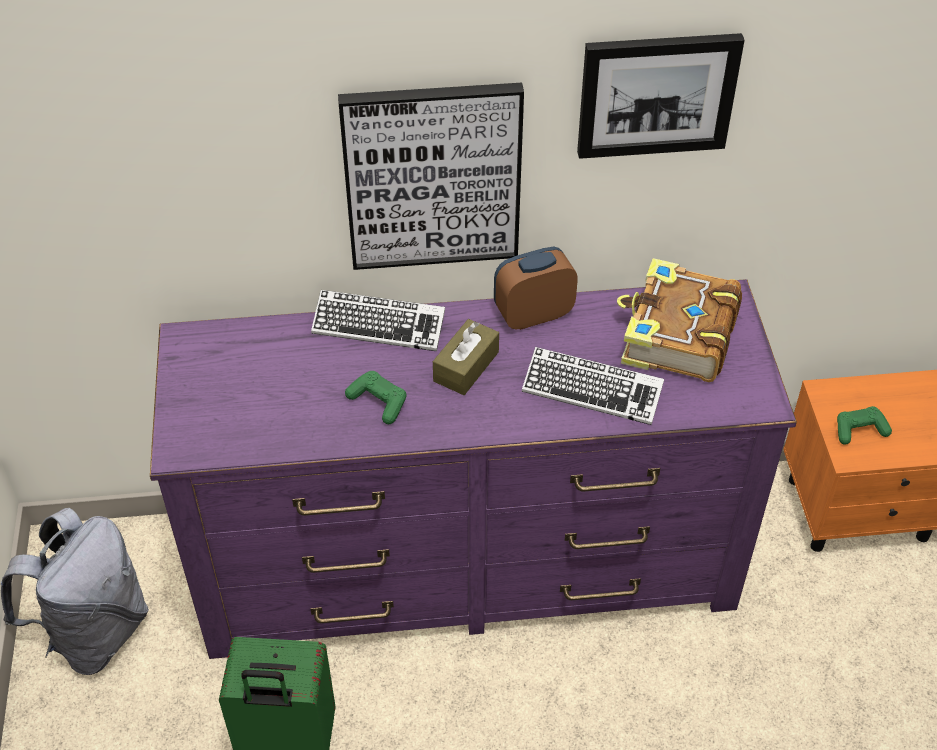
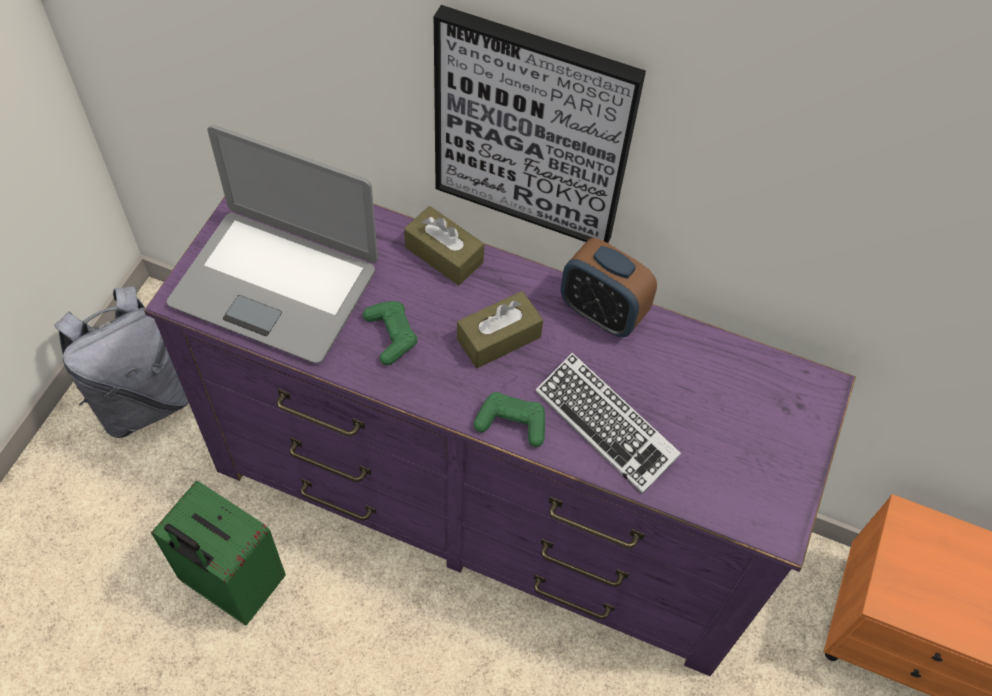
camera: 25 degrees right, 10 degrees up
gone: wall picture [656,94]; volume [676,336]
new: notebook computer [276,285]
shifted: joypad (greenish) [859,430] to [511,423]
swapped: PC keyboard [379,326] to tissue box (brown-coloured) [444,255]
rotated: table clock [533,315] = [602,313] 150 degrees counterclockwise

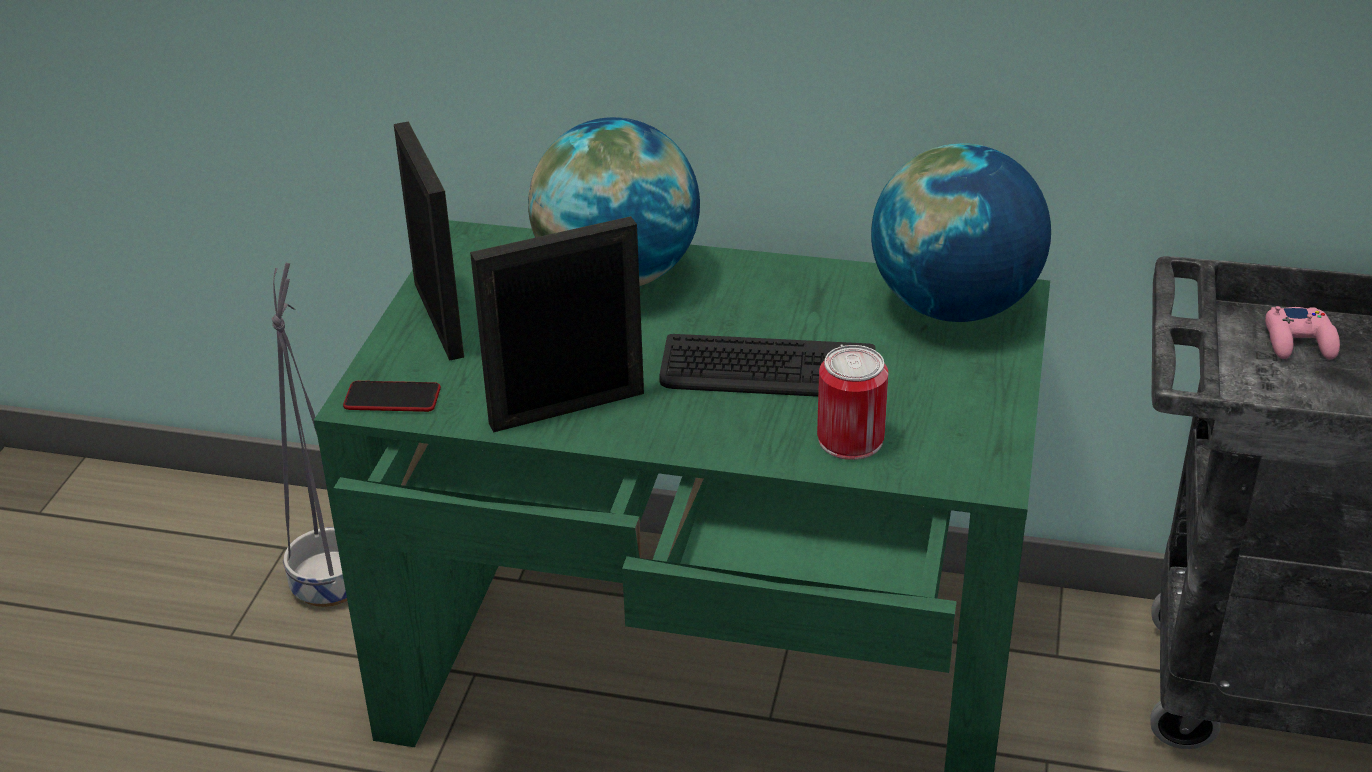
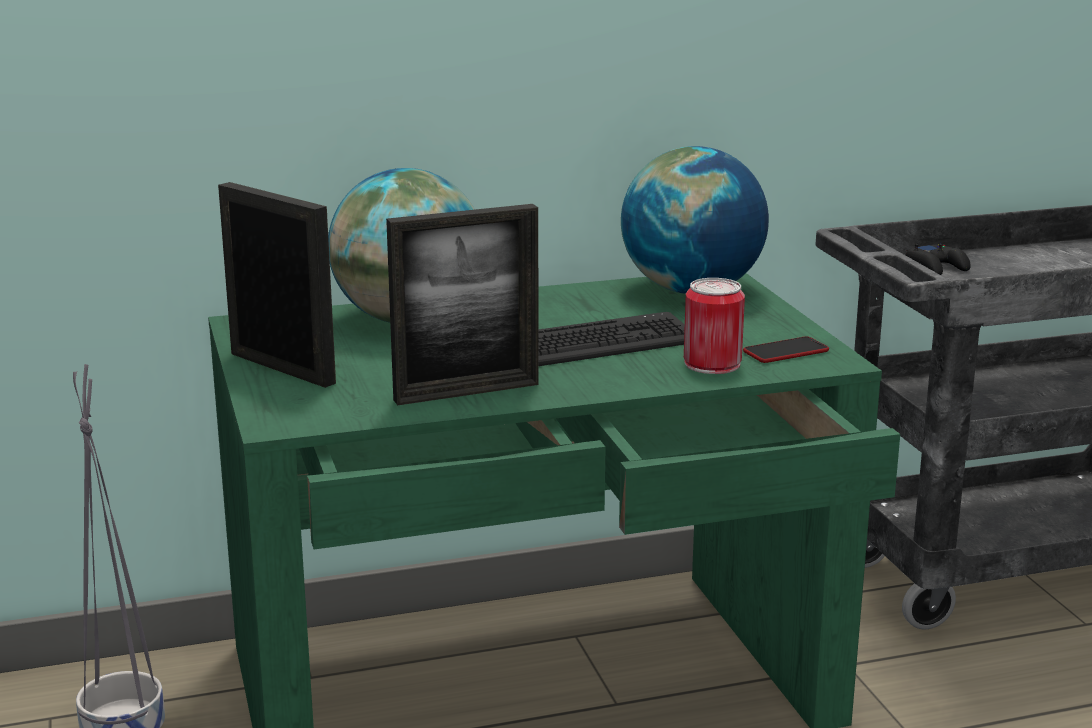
camera: 30 degrees left, 15 degrees down
shifted: telephone [392,398] to [785,352]
repainted: joypad (pink) [1299,342] to joypad (black) [937,267]
rotated: standing frame [567,408] = [466,392] 150 degrees counterclockwise

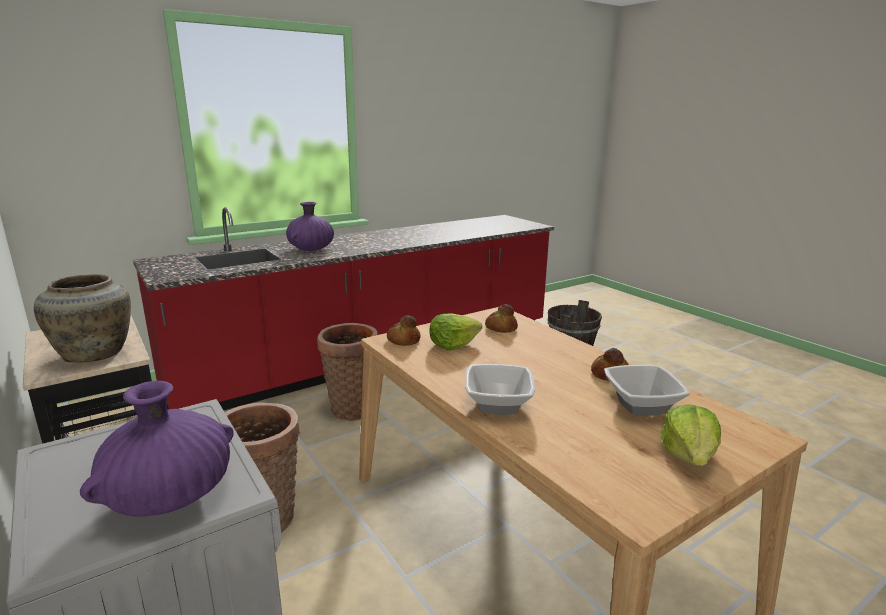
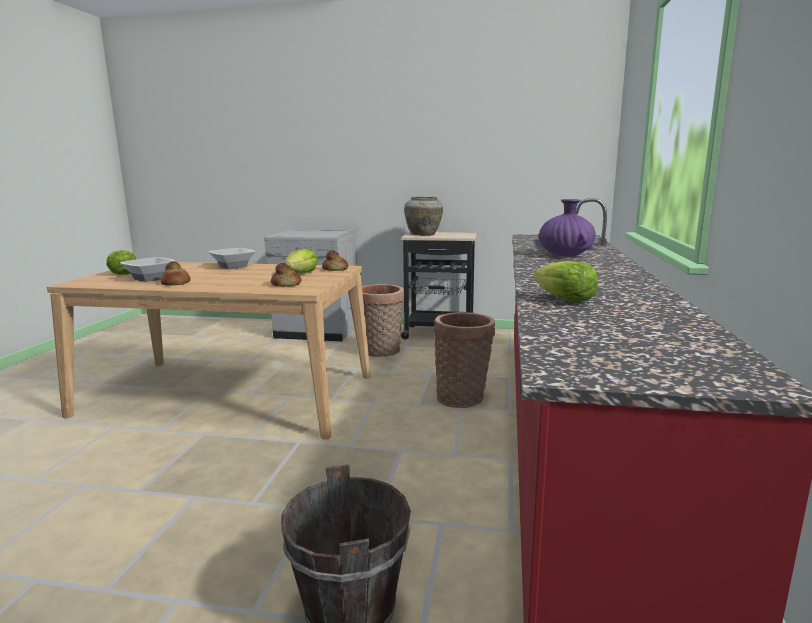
camera: 135 degrees right, 5 degrees down
gone: flower vase (purplish) [171,497]
new: lettuce head [564,299]

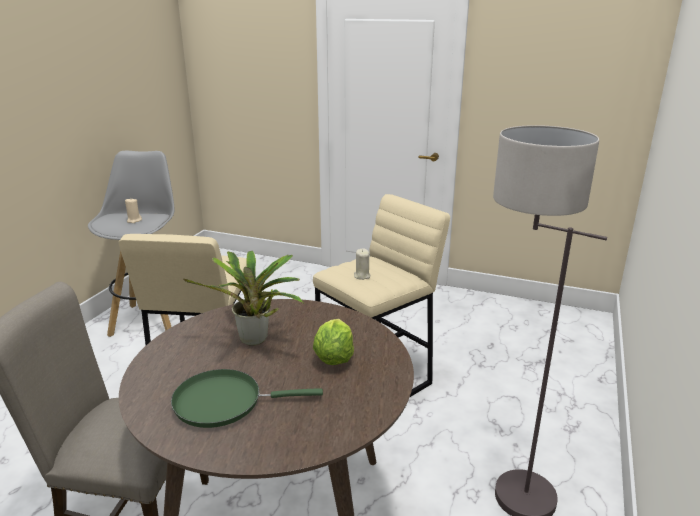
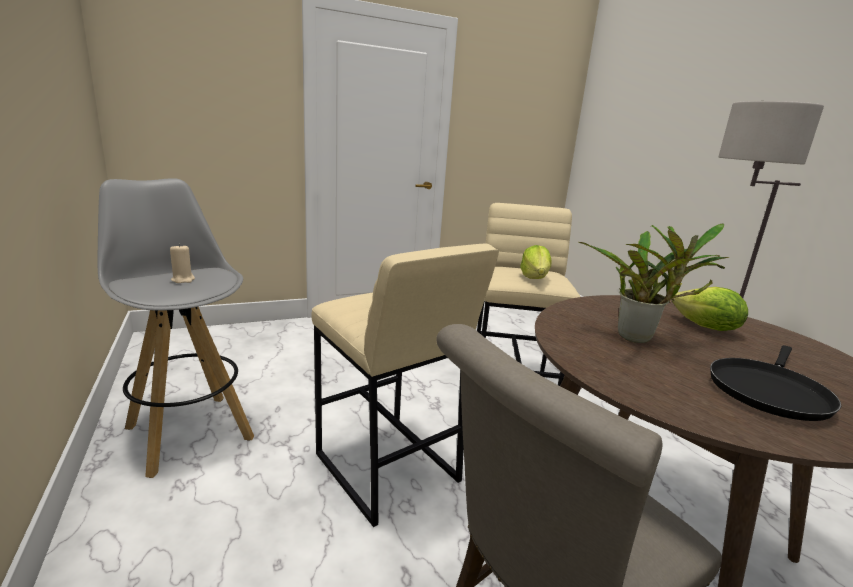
camera: 45 degrees left, 5 degrees down
swapped: candle (beige-coloured) [362,276] to lettuce head [534,277]
repainted: frying pan (greenish) [224,402] to frying pan (black) [768,391]

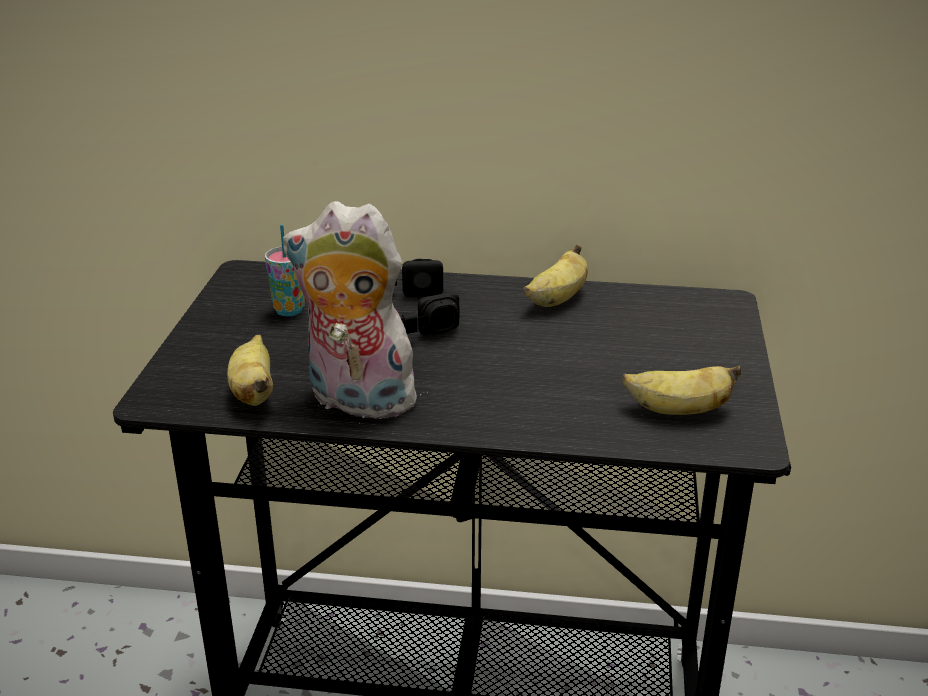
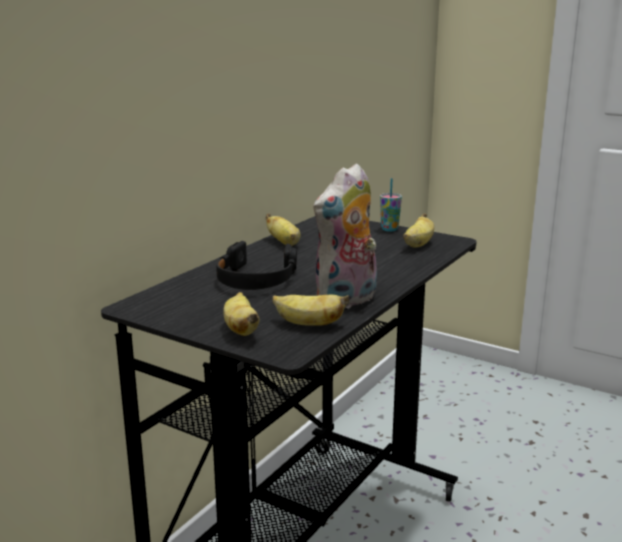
camera: 65 degrees left, 10 degrees down
new: whole banana [241,329]
shifted: drinking cup [289,310] to [389,229]

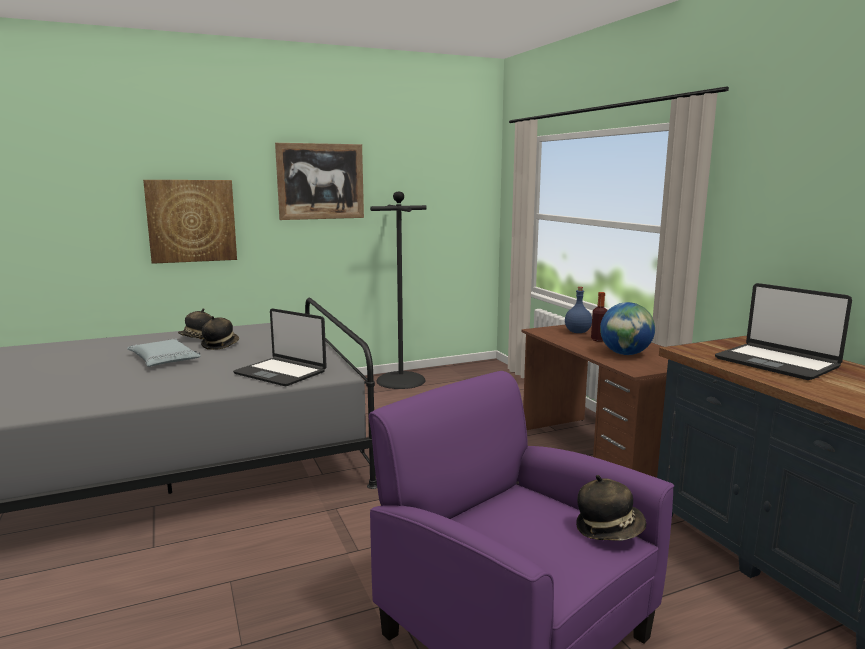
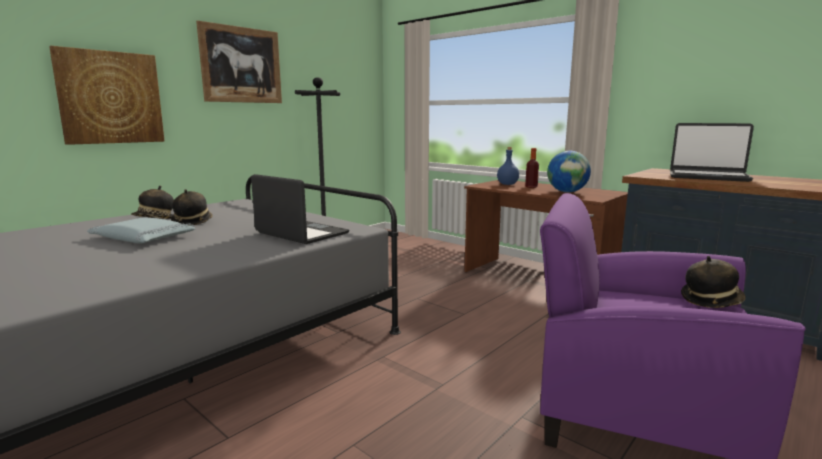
camera: 25 degrees left, 0 degrees up
rotated: notebook computer [281,373] = [301,234] 150 degrees counterclockwise

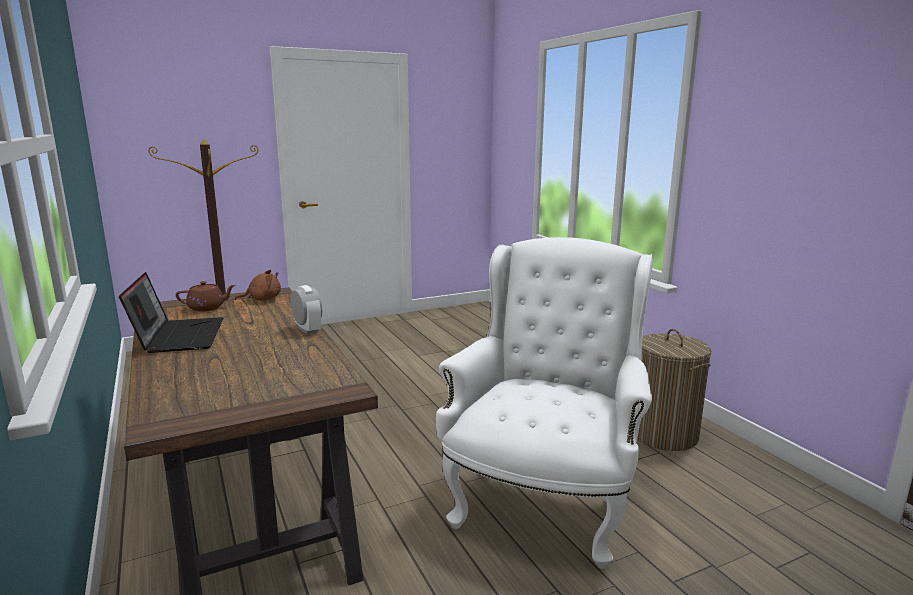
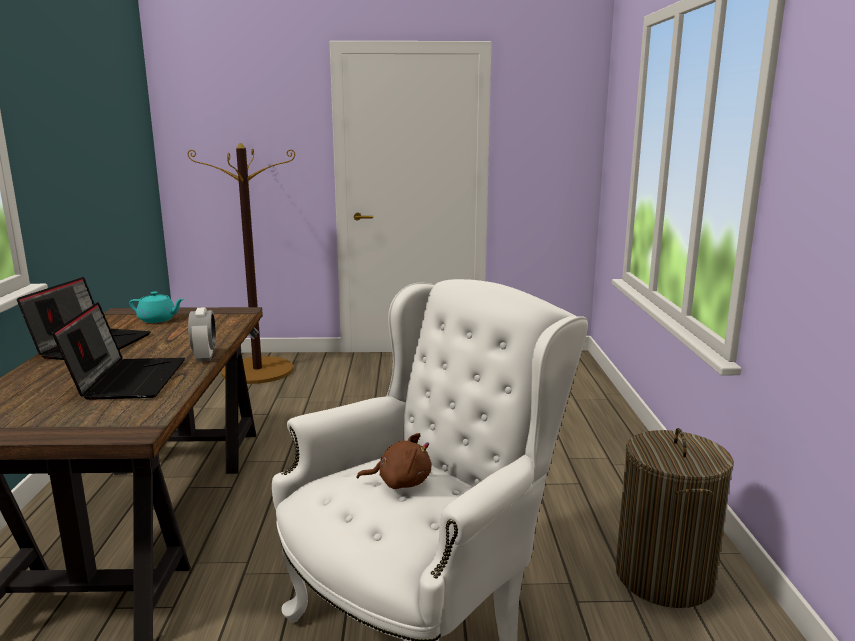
camera: 25 degrees right, 0 degrees up
new: notebook computer [128,379]
shifted: plush toy (brown-coloured) [262,299] to [400,482]
repainted: tea pot (brown-coloured) [207,308] to tea pot (blue-green) [158,319]

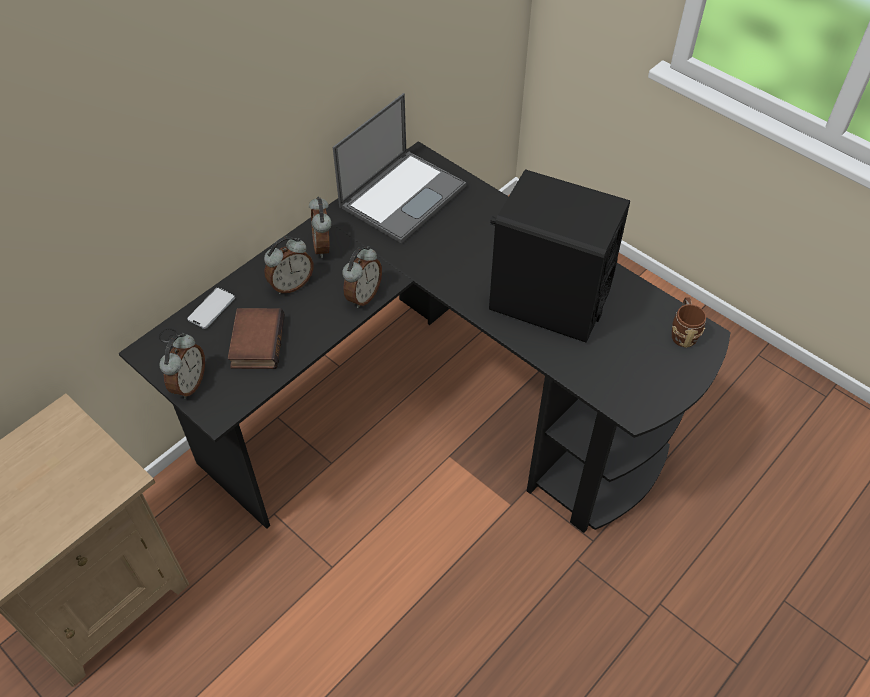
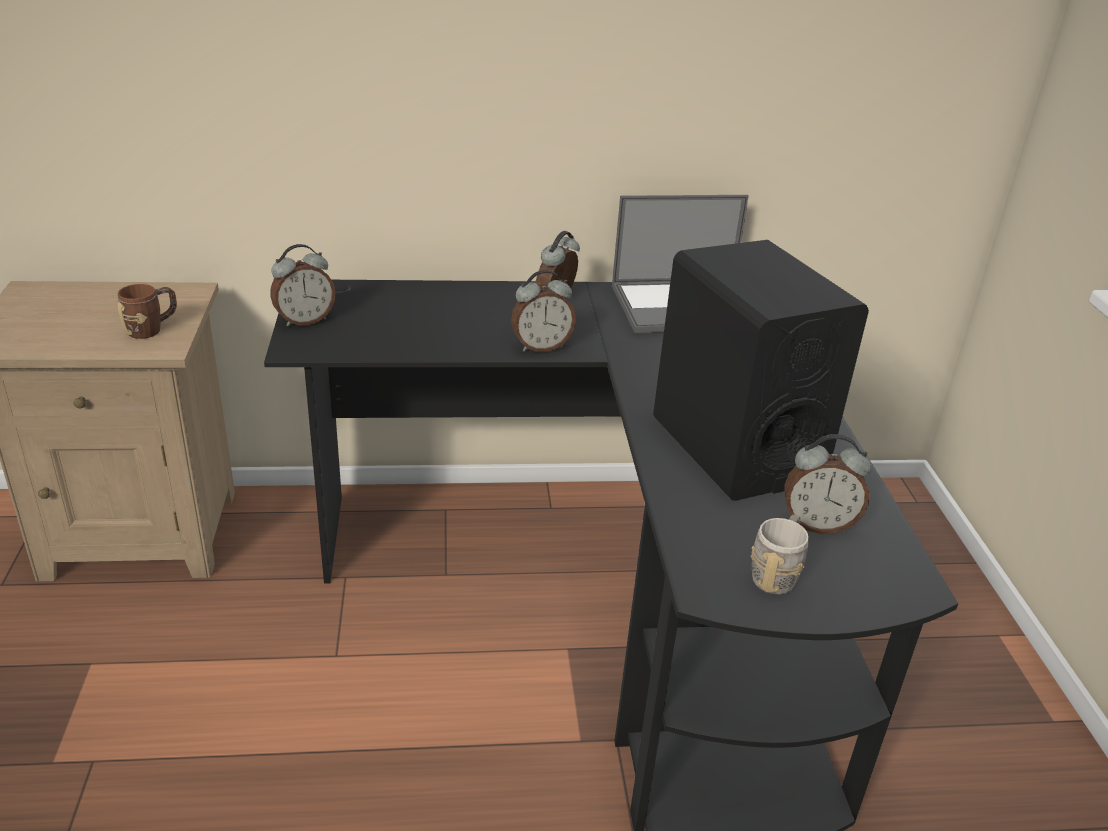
camera: 40 degrees right, 20 degrees down
gone: telephone [211,309]; volume [256,342]
new: coffee mug (gray) [776,574]
shifted: table clock [291,284] to [817,524]; coffee mug (brown-coloured) [683,332] to [151,329]

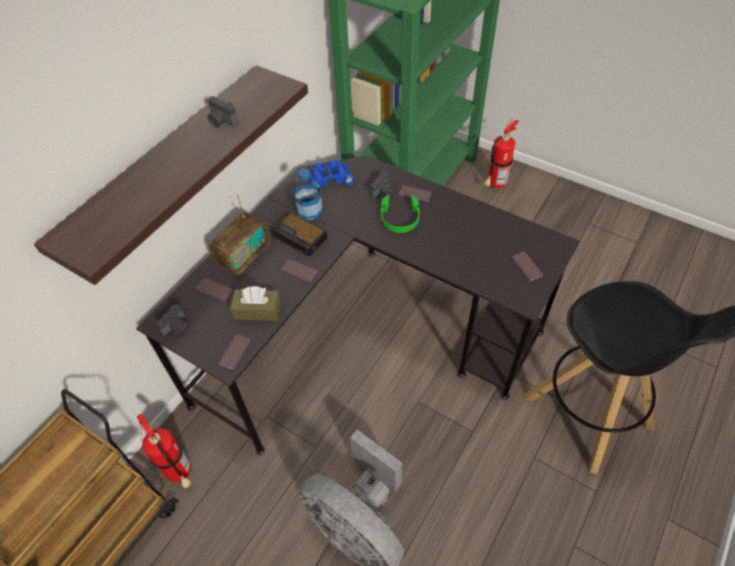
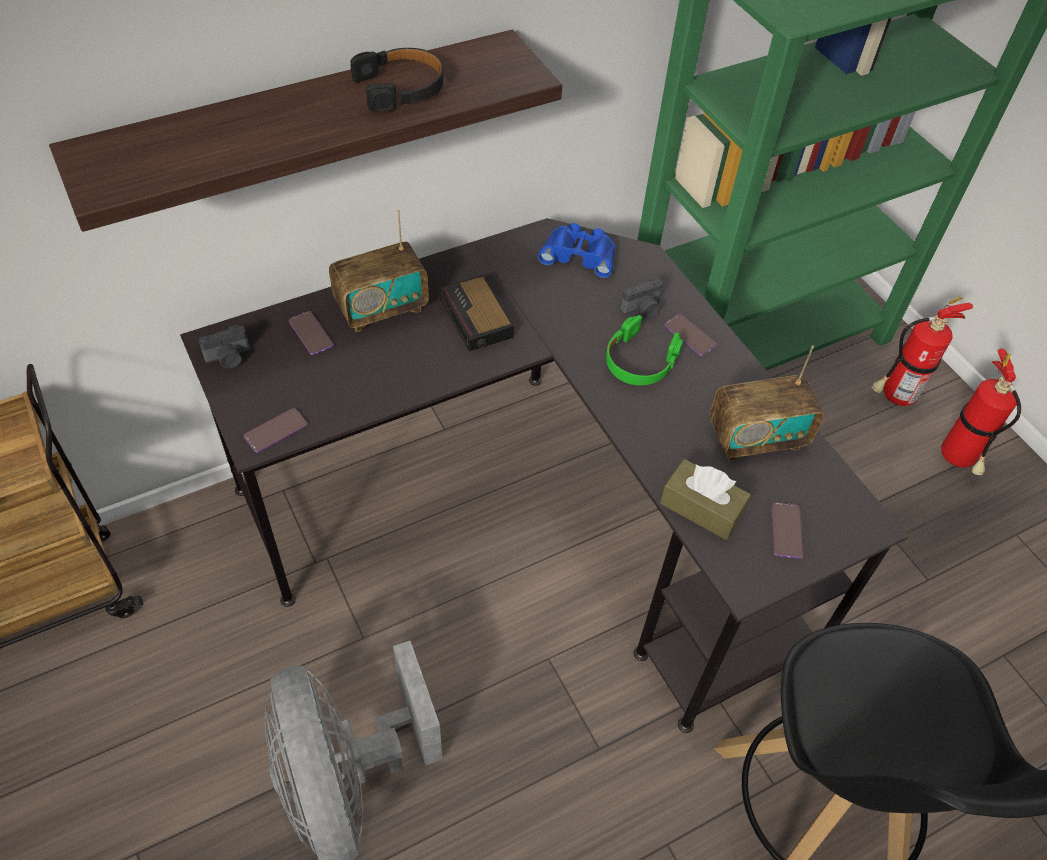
camera: 25 degrees right, 0 degrees up
gone: drink bottle [309,211]; telephone [299,270]
new: radio [756,438]
shifted: tissue box (brown-coloured) [257,310] to [701,508]; fire extinguisher [181,473] to [958,461]
swapped: photo camera [221,121] to headphones (black) [401,88]

